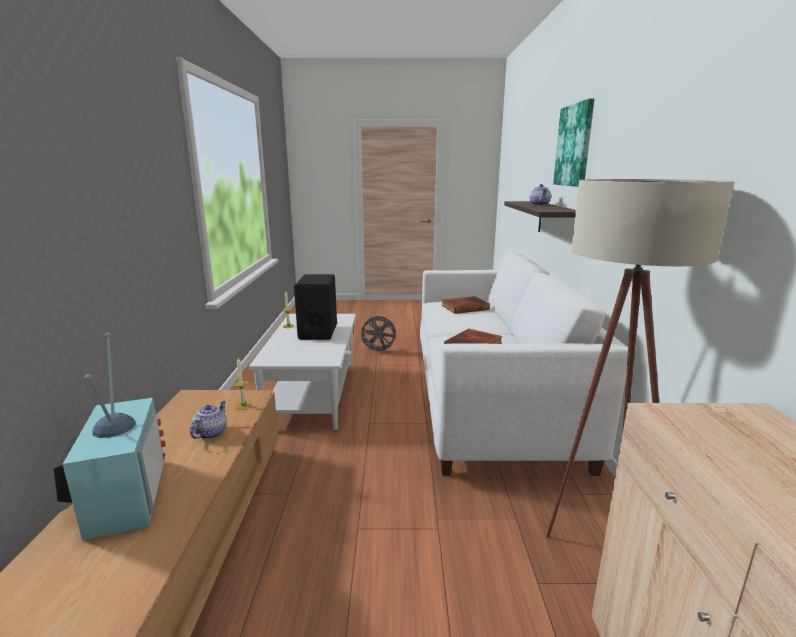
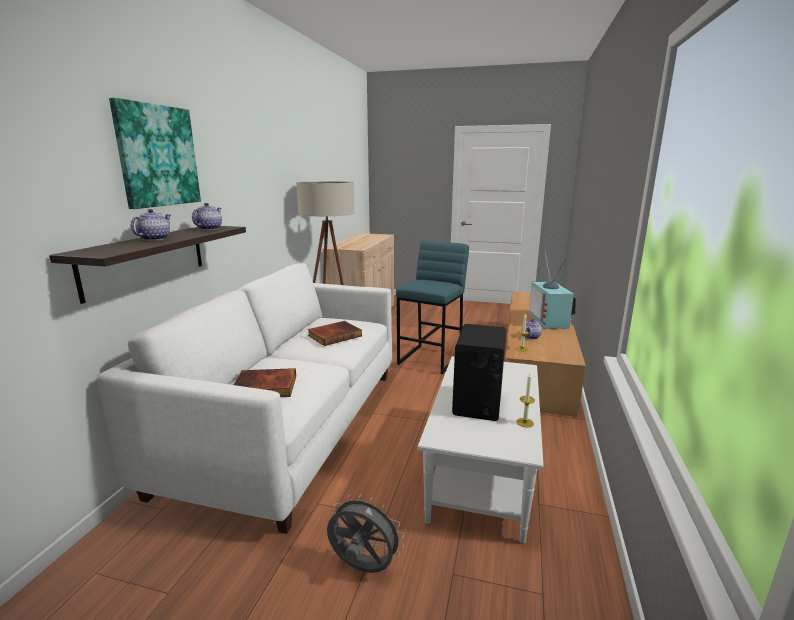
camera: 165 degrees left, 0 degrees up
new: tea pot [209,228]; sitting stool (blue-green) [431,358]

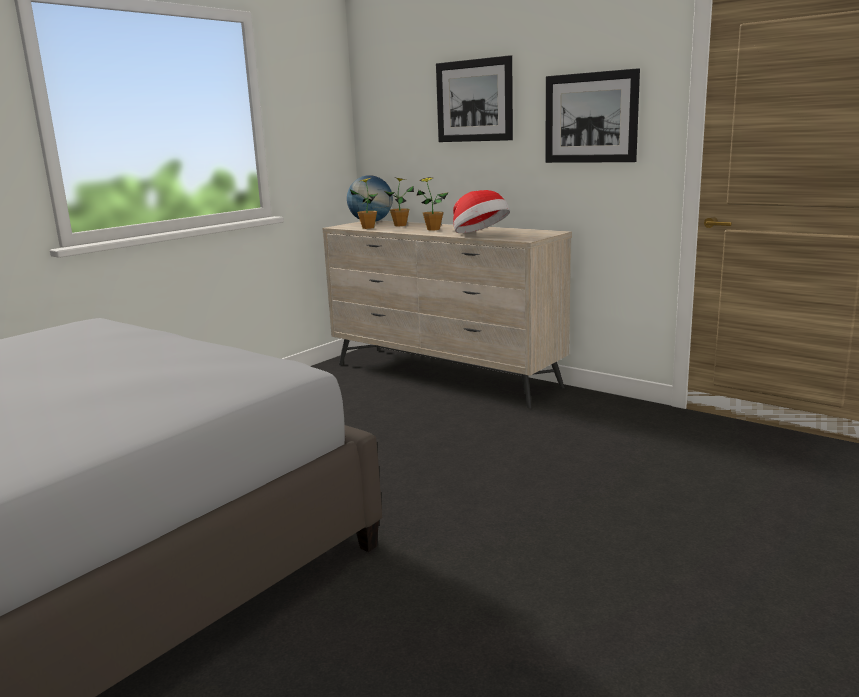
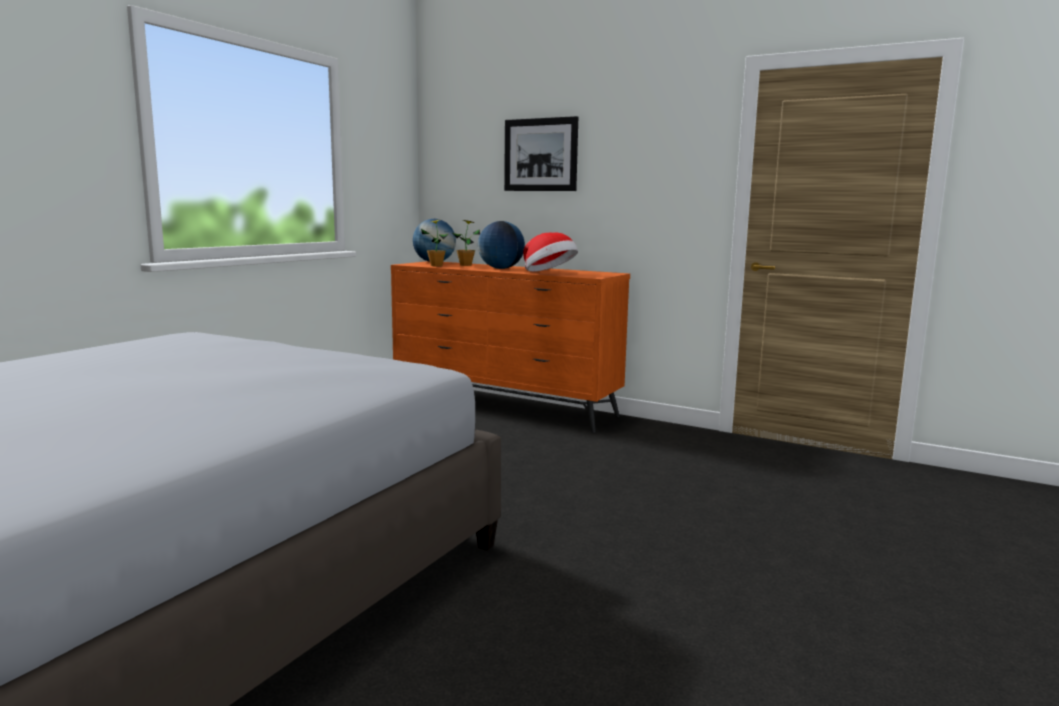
camera: 10 degrees left, 5 degrees down
gone: wall picture [590,118]
swapped: potted plant [433,229] to desk globe [501,268]
repainted: drawer chest (beige-coloured) [444,376] to drawer chest (orangey) [505,407]

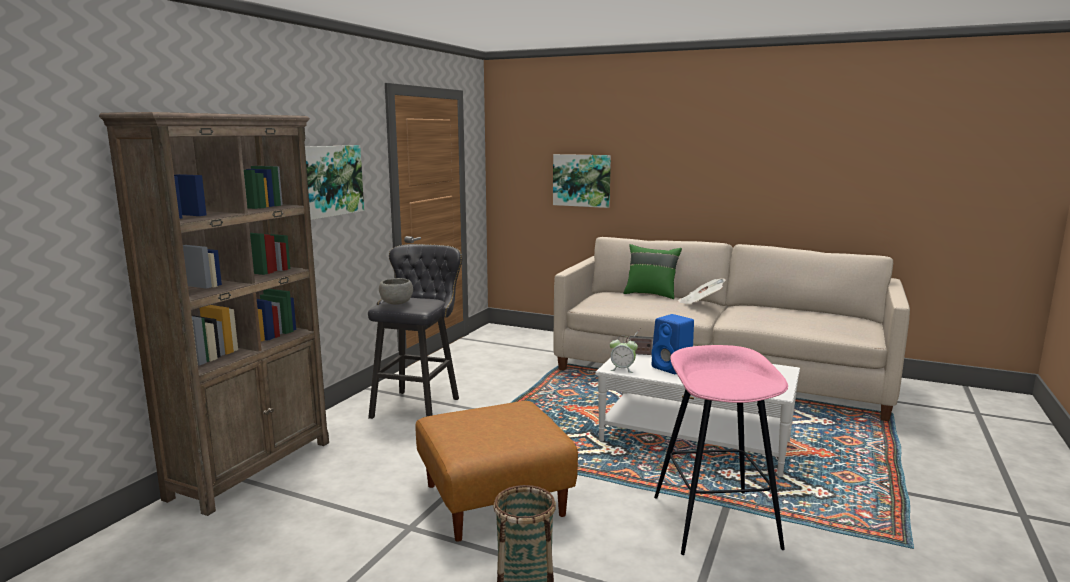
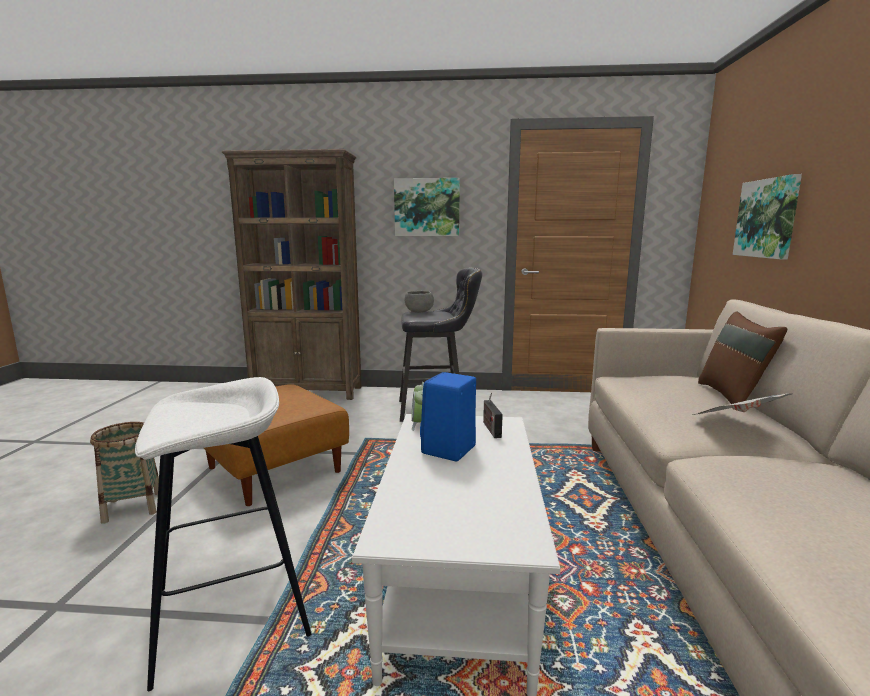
camera: 70 degrees right, 0 degrees up
repainted: cushion (greenish) [651,294] to cushion (brown-coloured) [732,396]; sitting stool (pink) [715,521] to sitting stool (white-coloured) [232,612]

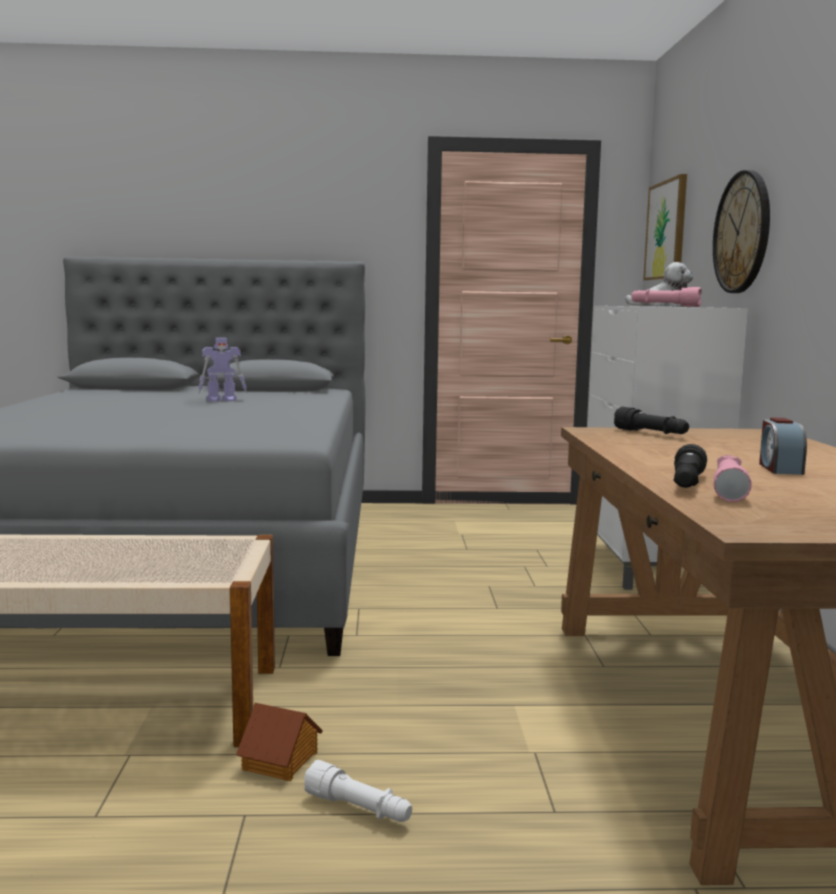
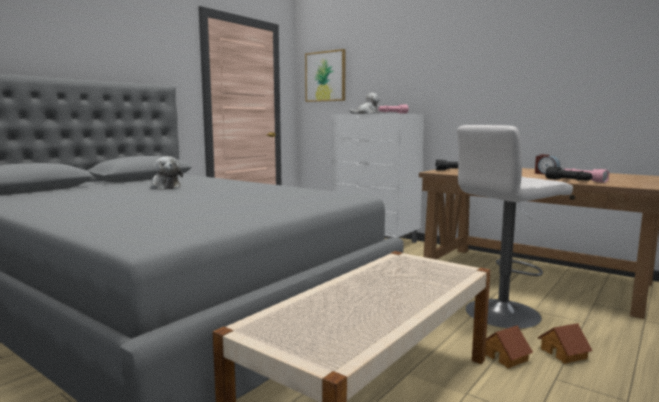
camera: 50 degrees left, 0 degrees up
gone: hanging clock [742,232]
new: sitting stool (white-coloured) [501,313]
swapped: toy robot [222,400] to plush toy [165,187]; flashlight (white-coloured) [359,809] to model house [564,353]

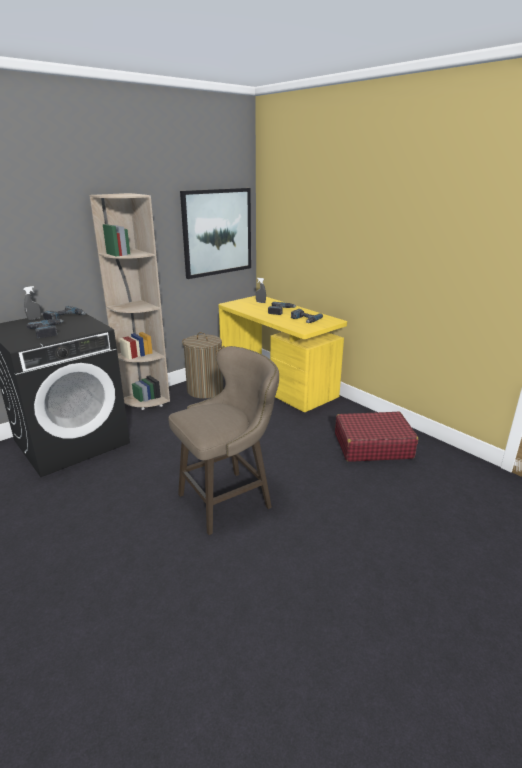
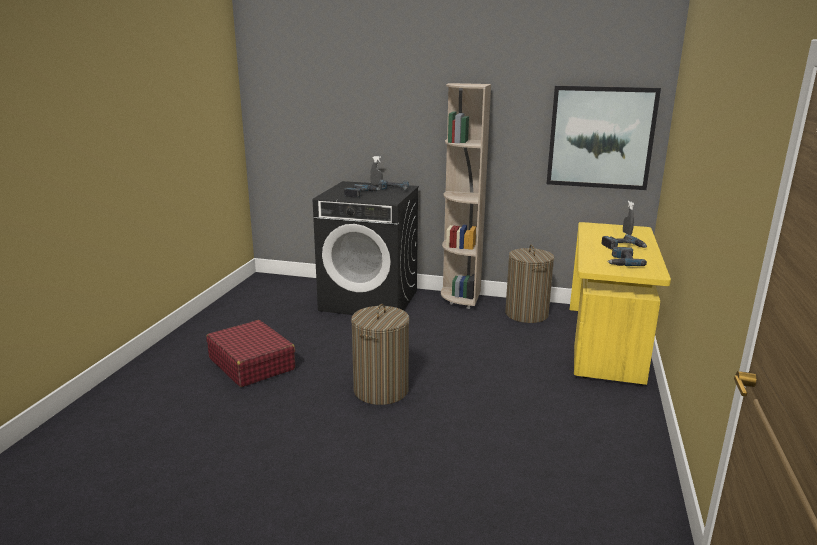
camera: 55 degrees right, 5 degrees down
shifted: piece of luggage (red) [372,446] to [251,364]
swapped: sitting stool (beige-coloured) [228,499] to hamper [381,390]

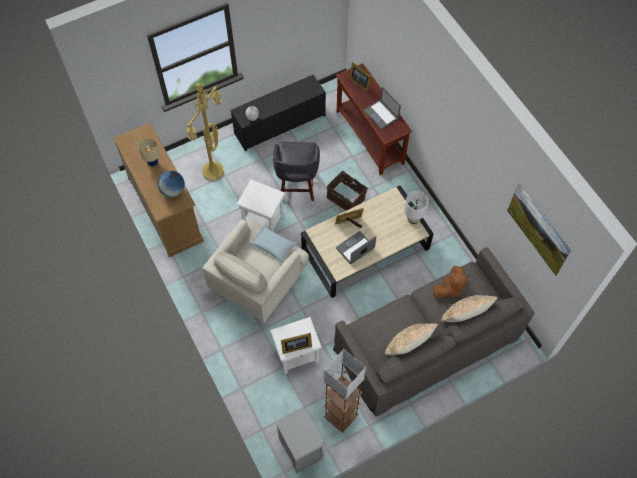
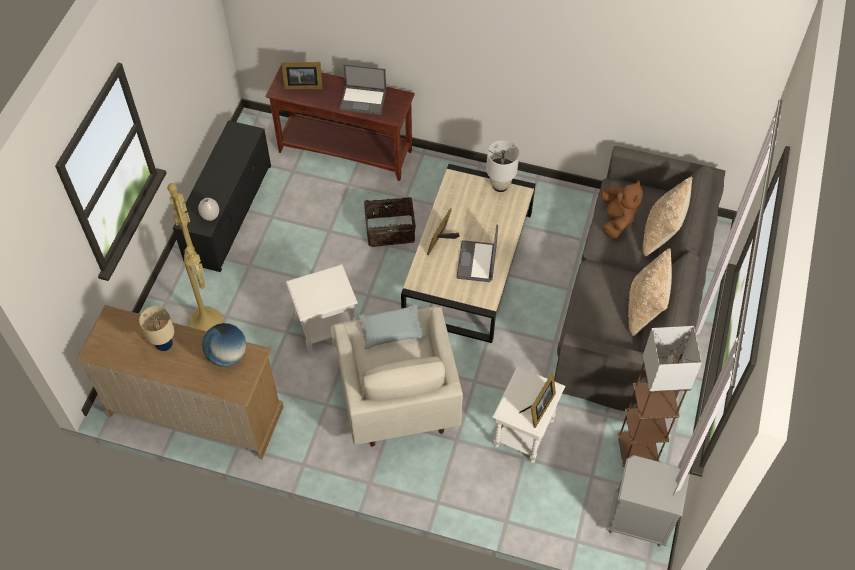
camera: 45 degrees left, 5 degrees down
gone: sitting stool (gray) [297,187]; wall picture [534,236]

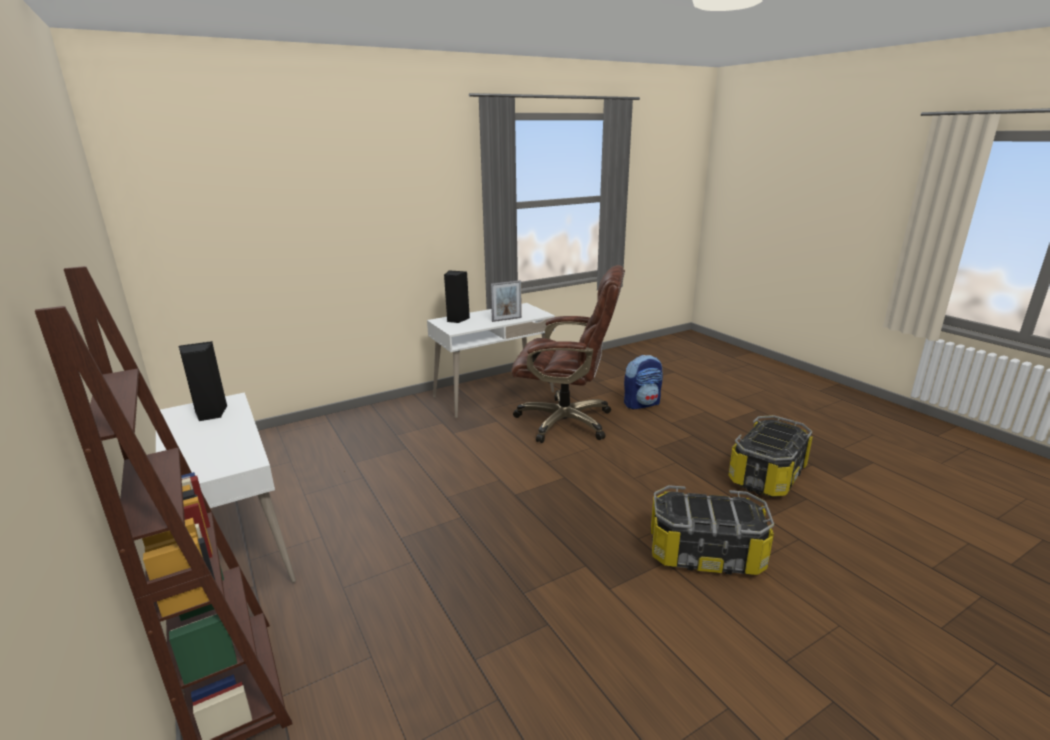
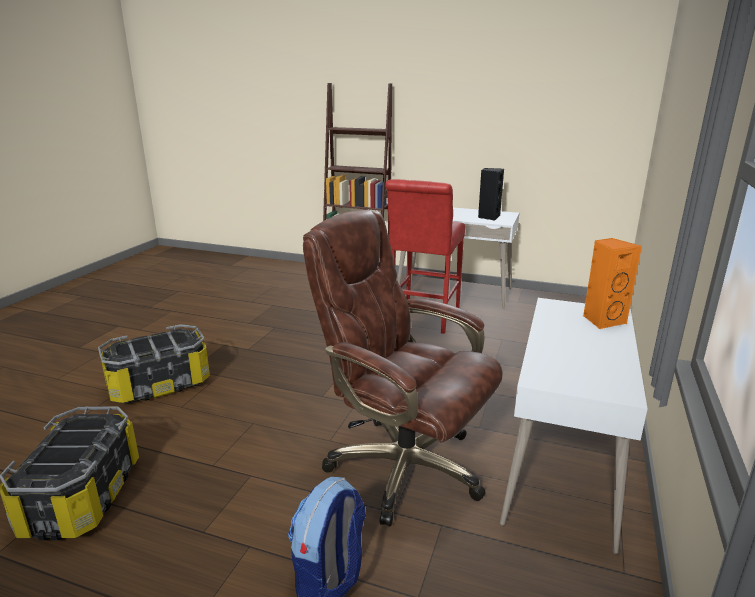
camera: 140 degrees right, 0 degrees up
gone: standing frame [506,319]
new: sitting stool (red) [422,318]
repainted: speaker (black) [456,319] to speaker (orangey) [603,320]
rotated: computer chair (brown-coloured) [564,421] = [405,467] 60 degrees clockwise

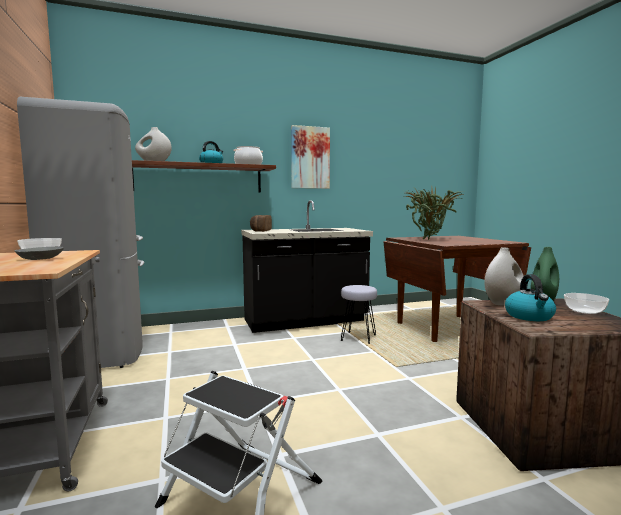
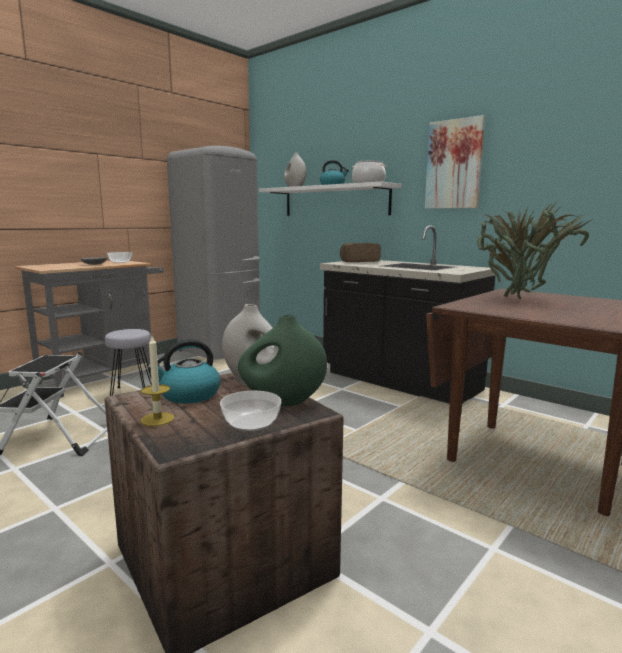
camera: 60 degrees right, 5 degrees up
new: candle [157,419]
shifted: sitting stool (gray) [358,338] to [132,392]
repainted: bracket shelf (brown-coloured) [198,178] to bracket shelf (white-coloured) [335,201]

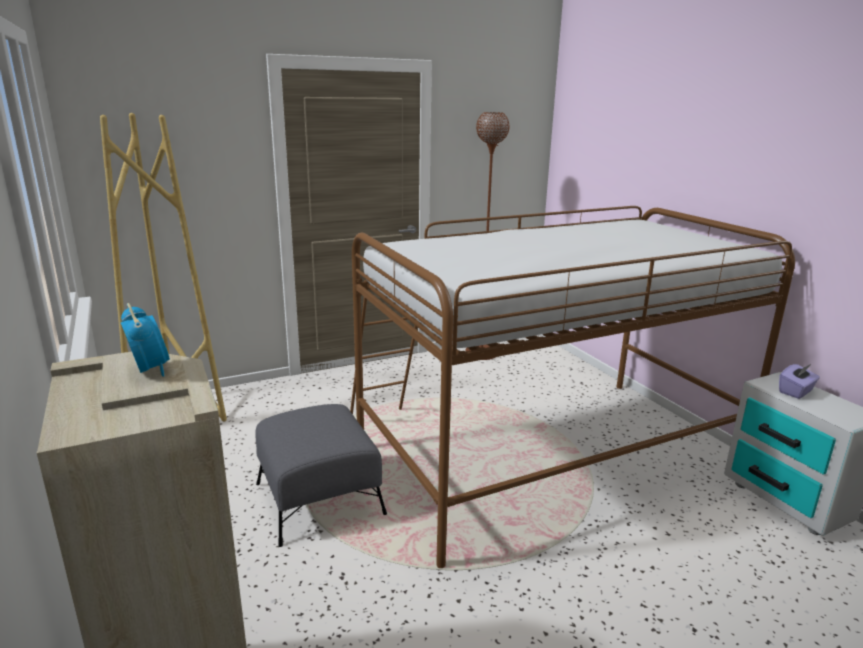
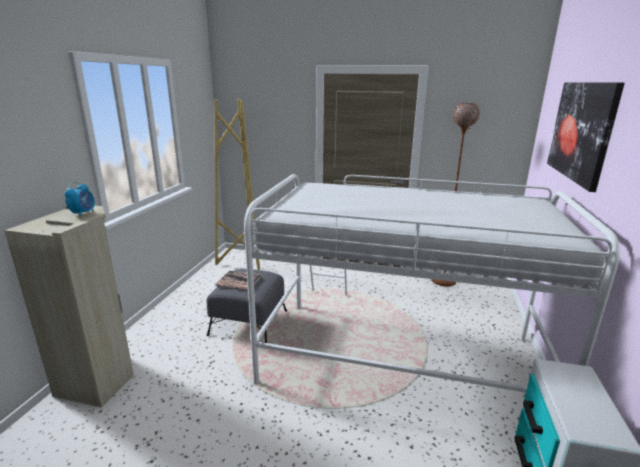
camera: 40 degrees right, 0 degrees up
gone: tissue box (purplish) [796,391]
new: wall picture [581,131]; volume [239,281]
repainted: bed (brown-coloured) [544,455] to bed (white-coloured) [396,357]

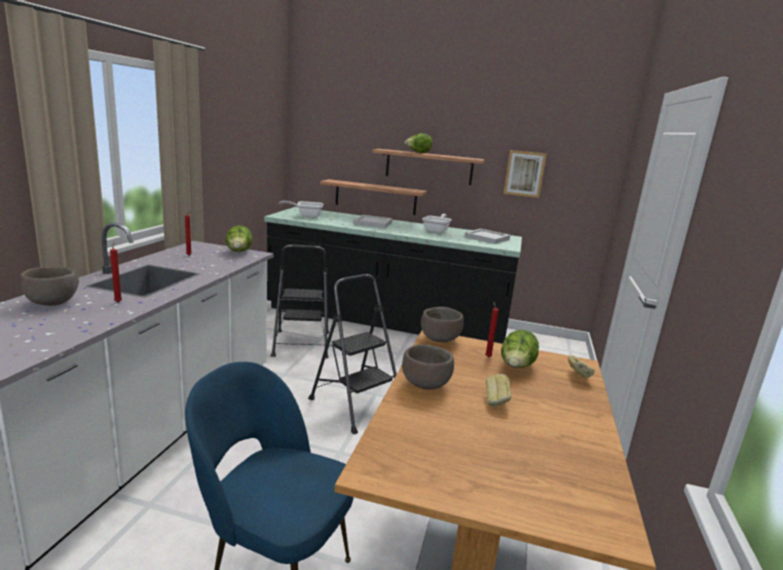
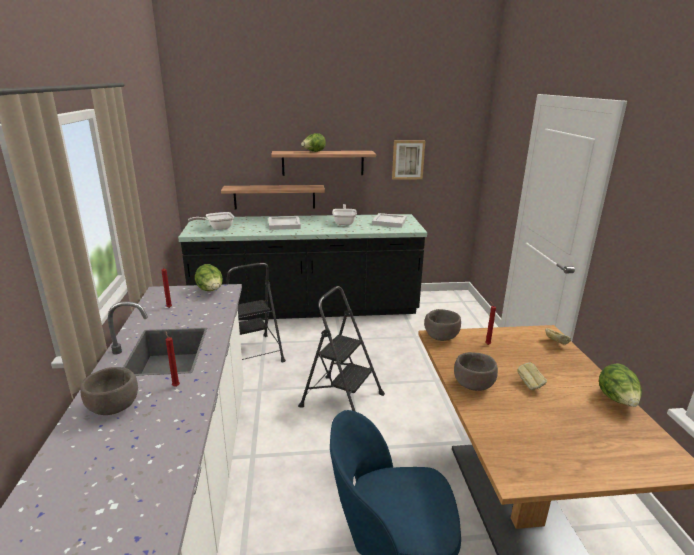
camera: 20 degrees left, 5 degrees up
shifted: lettuce head [516,367] to [617,400]

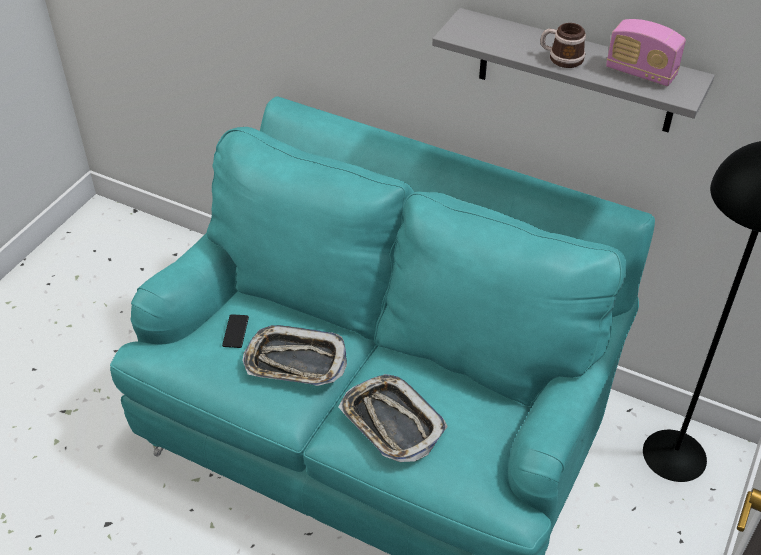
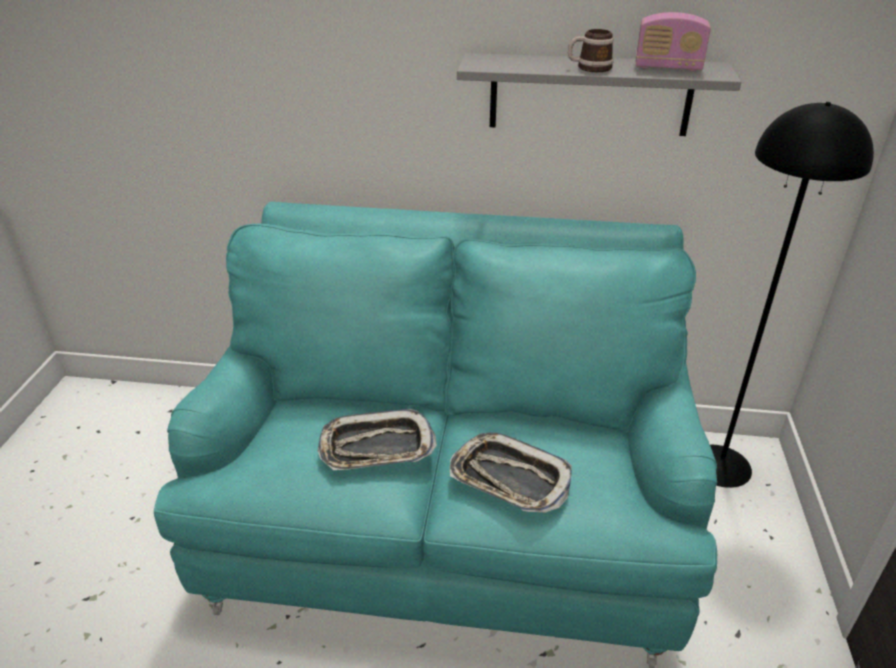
camera: 20 degrees left, 10 degrees down
gone: telephone [235,331]

